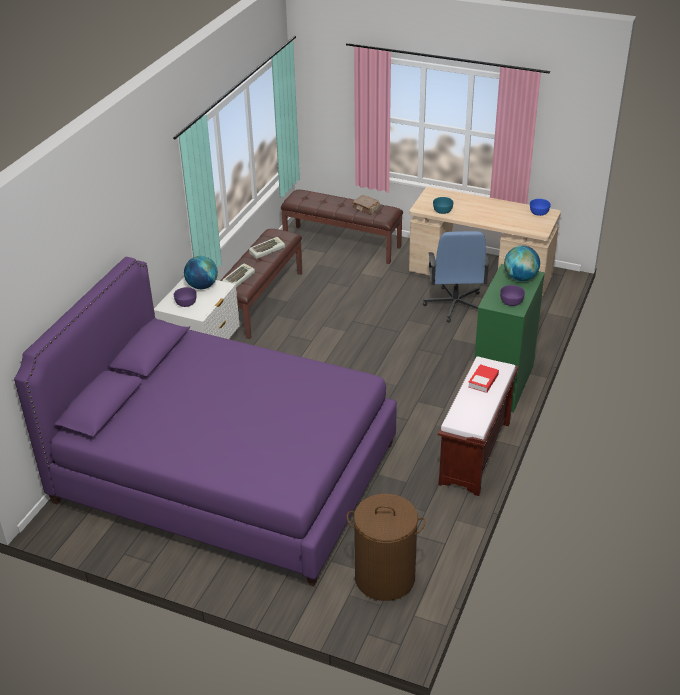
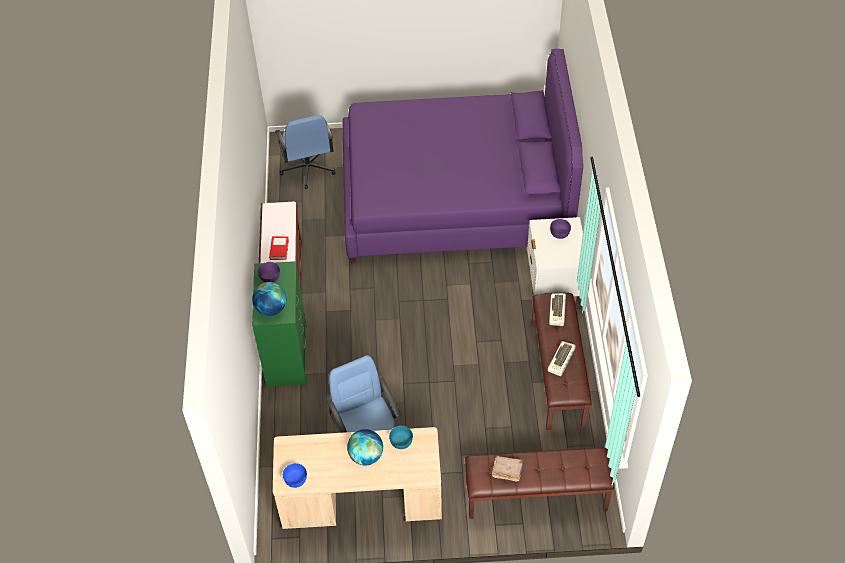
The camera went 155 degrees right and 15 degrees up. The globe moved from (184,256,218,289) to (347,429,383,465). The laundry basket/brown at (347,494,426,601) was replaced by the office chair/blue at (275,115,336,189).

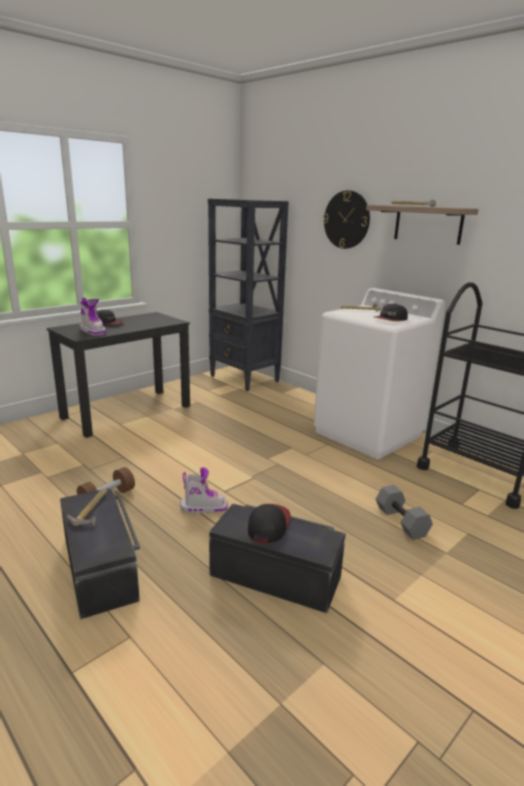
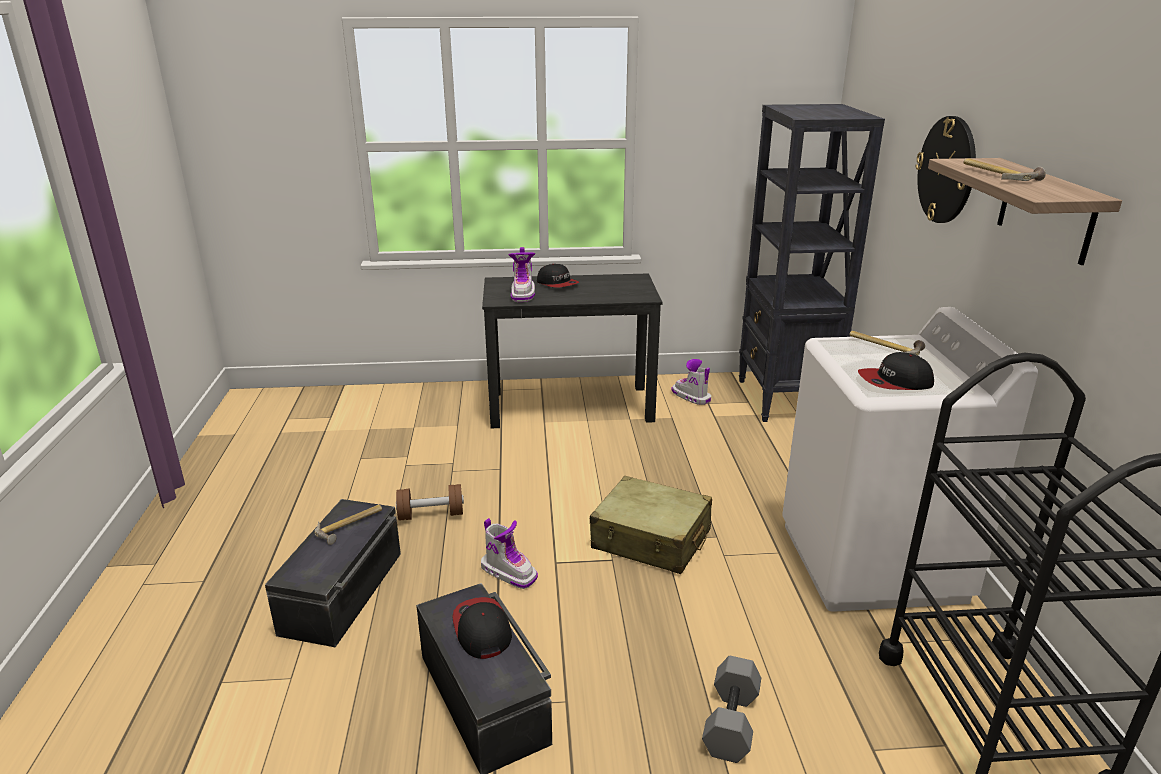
The camera went 40 degrees right and 5 degrees up. The cap at (248,504,291,543) turned 75 degrees counterclockwise. The boot at (671,359,711,405) appeared. The suitcase/beige at (590,476,712,574) appeared.

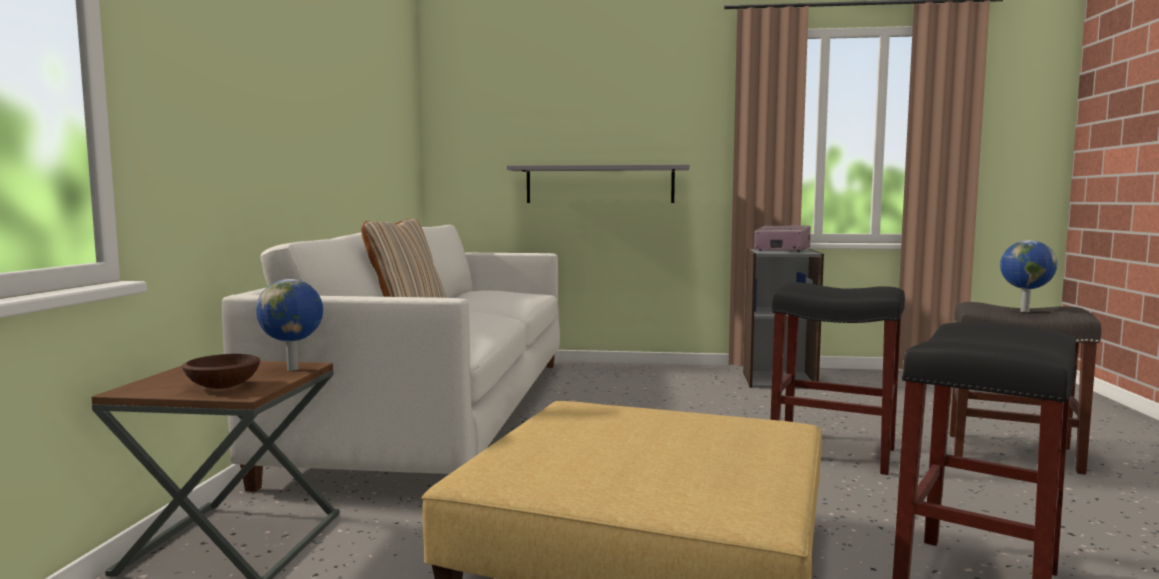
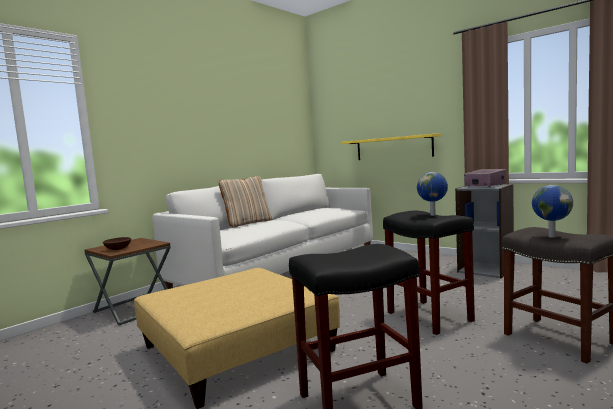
The camera went 35 degrees right and 0 degrees up. The shelf/grey at (507,164,690,203) became the shelf/yellow at (341,134,441,160). The globe moved from (256,279,323,371) to (417,172,448,216).

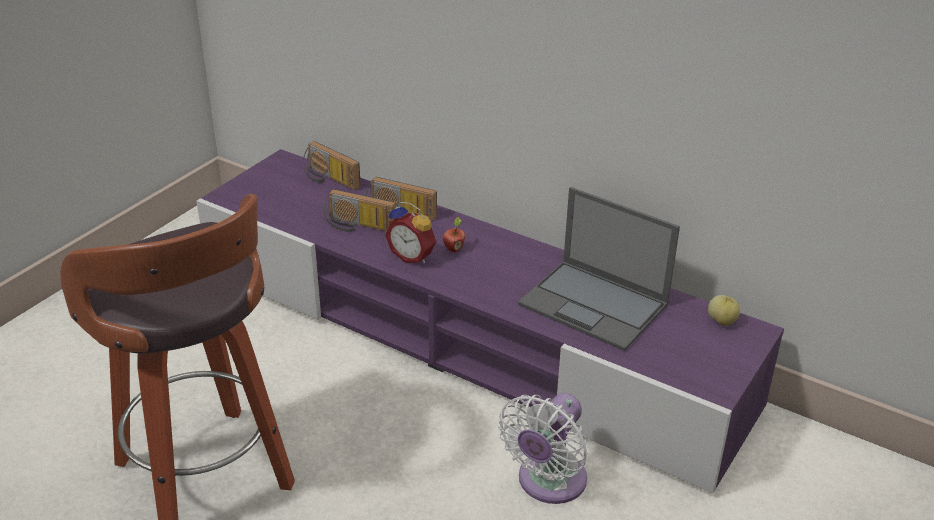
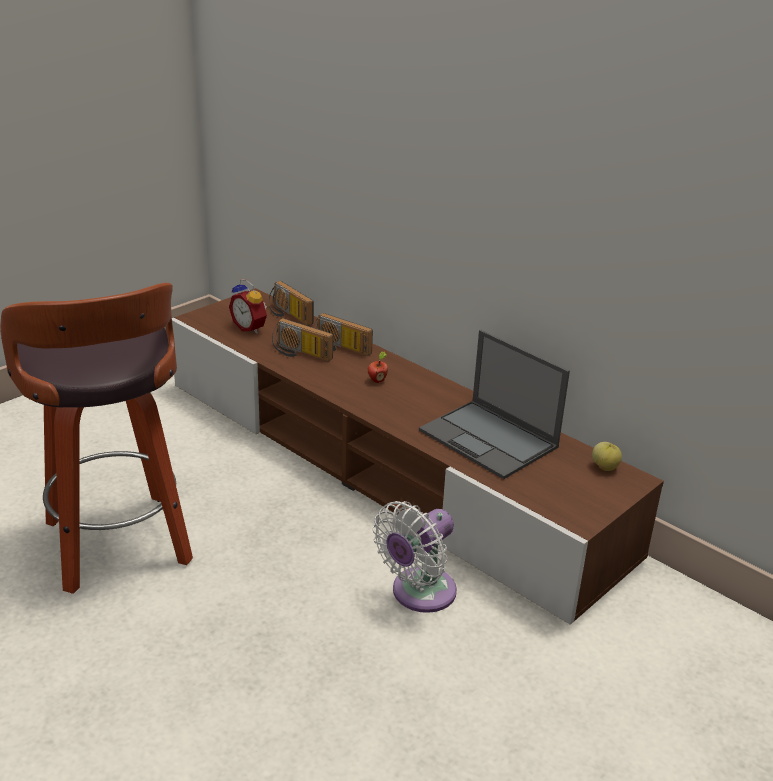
The camera went 10 degrees right and 5 degrees down. The tv stand/purple at (197,149,784,494) became the tv stand/brown at (172,288,664,625). The alarm clock moved from (385,202,436,264) to (229,279,267,334).

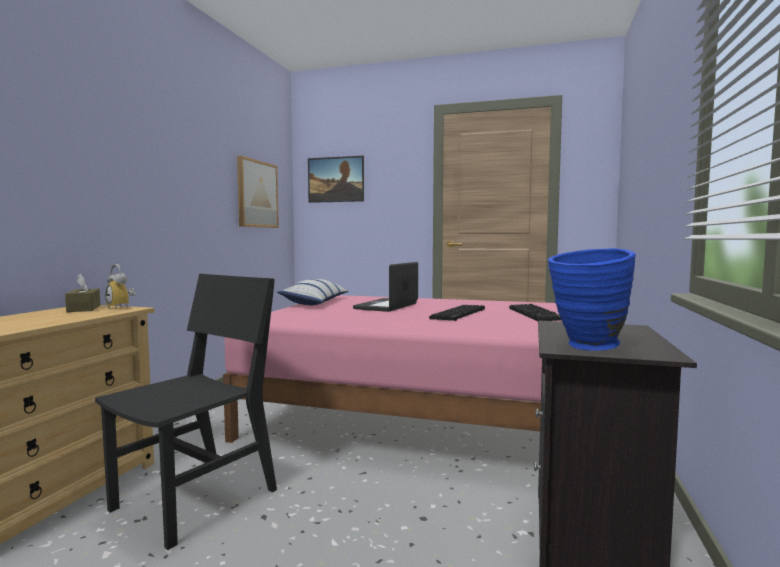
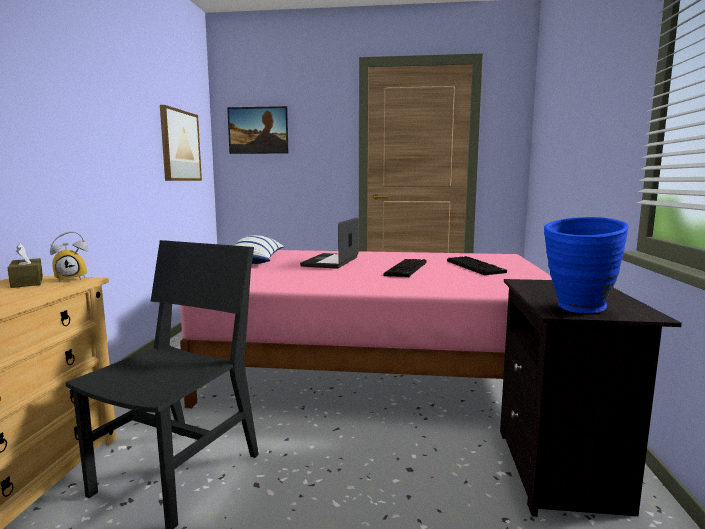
The camera went 10 degrees left and 5 degrees up. The alarm clock at (105,264,136,309) turned 60 degrees counterclockwise.

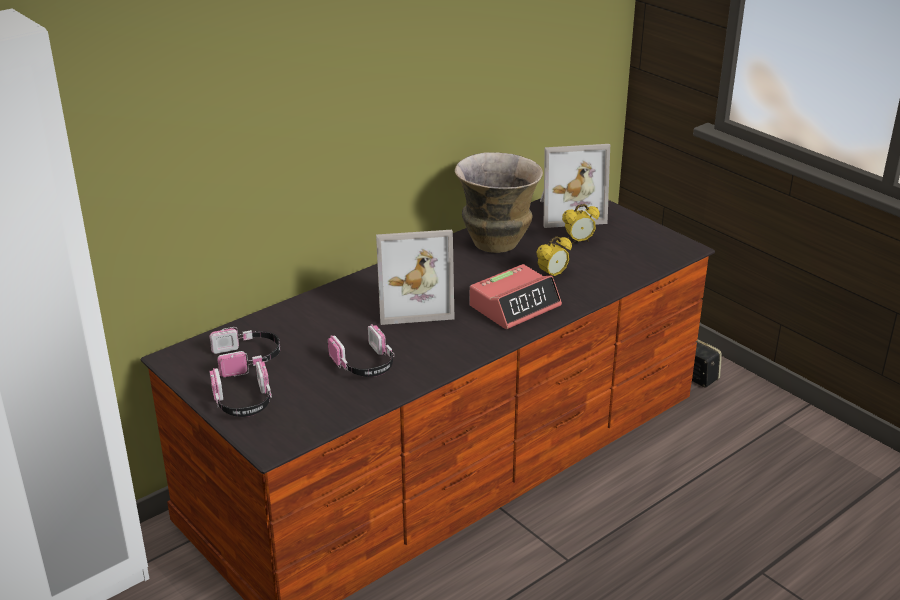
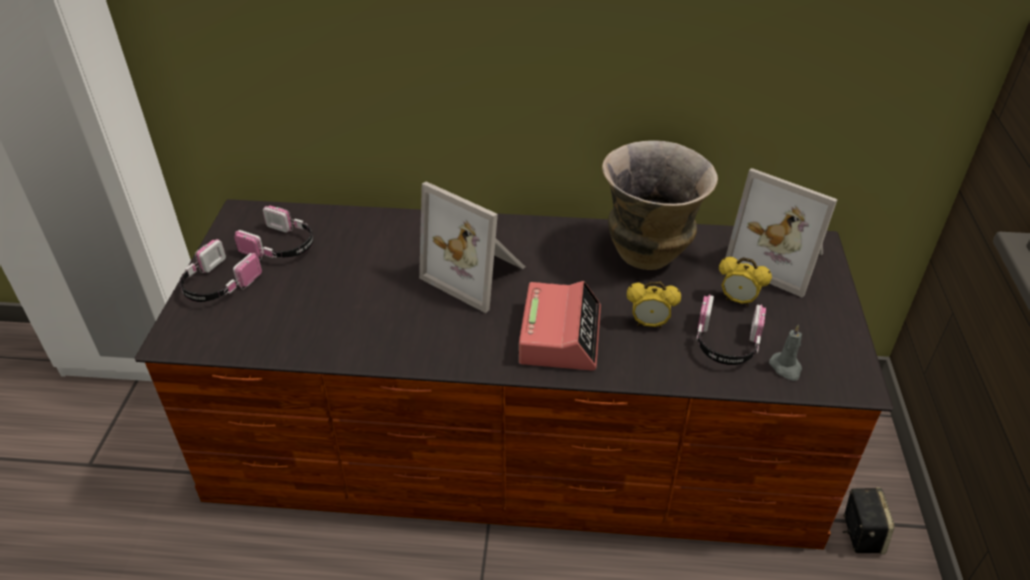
The camera went 45 degrees right and 10 degrees up. The alarm clock at (469,264,562,329) turned 90 degrees counterclockwise. The headphones moved from (328,324,394,377) to (696,294,766,365). The candle/grey at (769,325,802,381) appeared.

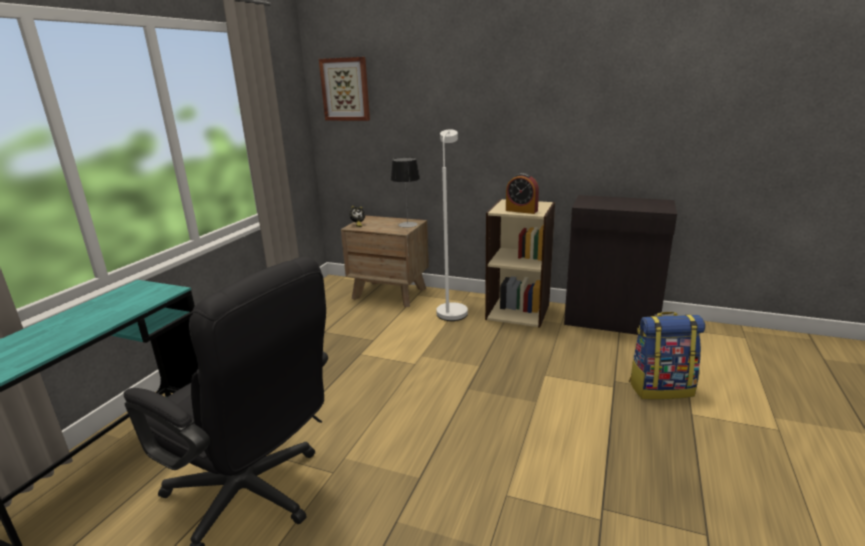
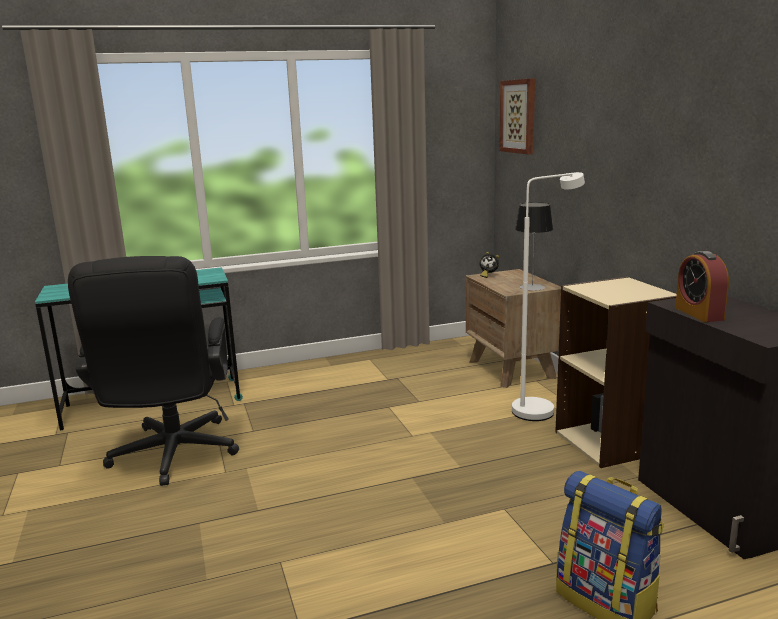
The camera went 50 degrees right and 5 degrees down. The alarm clock moved from (506,173,539,214) to (675,251,729,322).

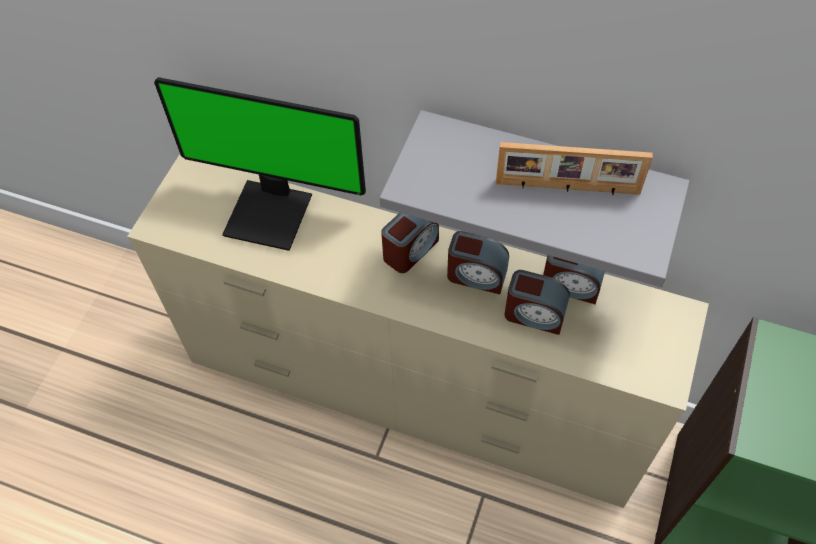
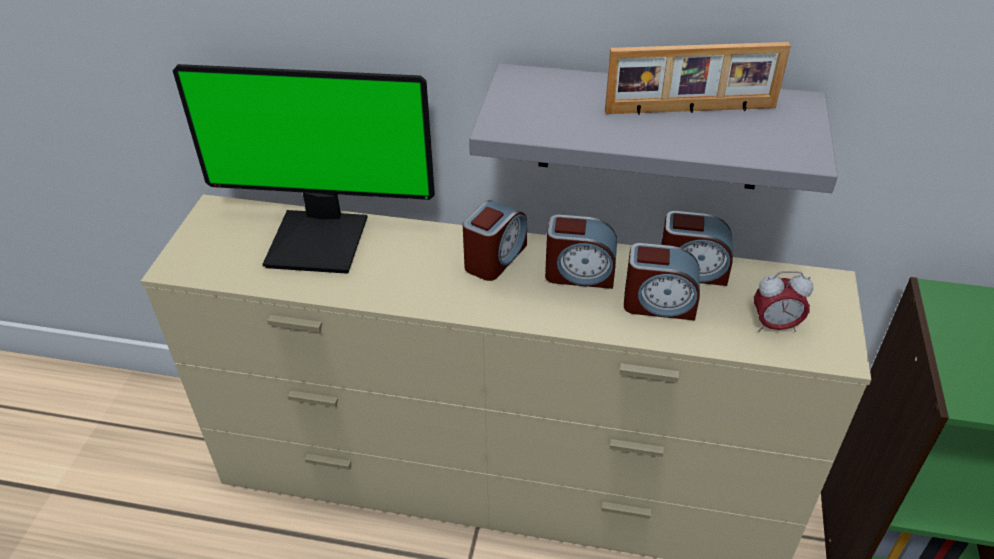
The camera went 10 degrees left and 15 degrees down. The alarm clock at (754,271,813,332) appeared.

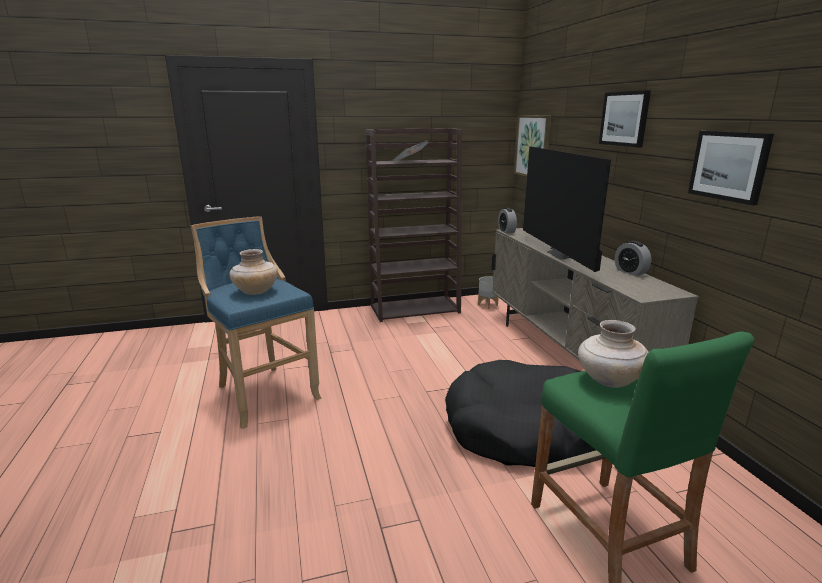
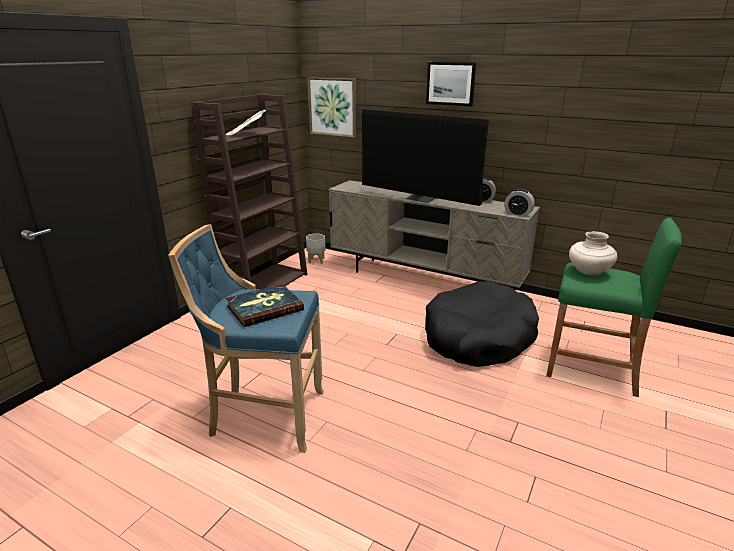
The camera went 45 degrees left and 5 degrees up. The picture at (688,131,774,205) disappeared. The alarm clock moved from (498,208,517,234) to (504,189,535,217). The vase/beige at (230,249,278,295) was replaced by the book at (226,284,304,327).

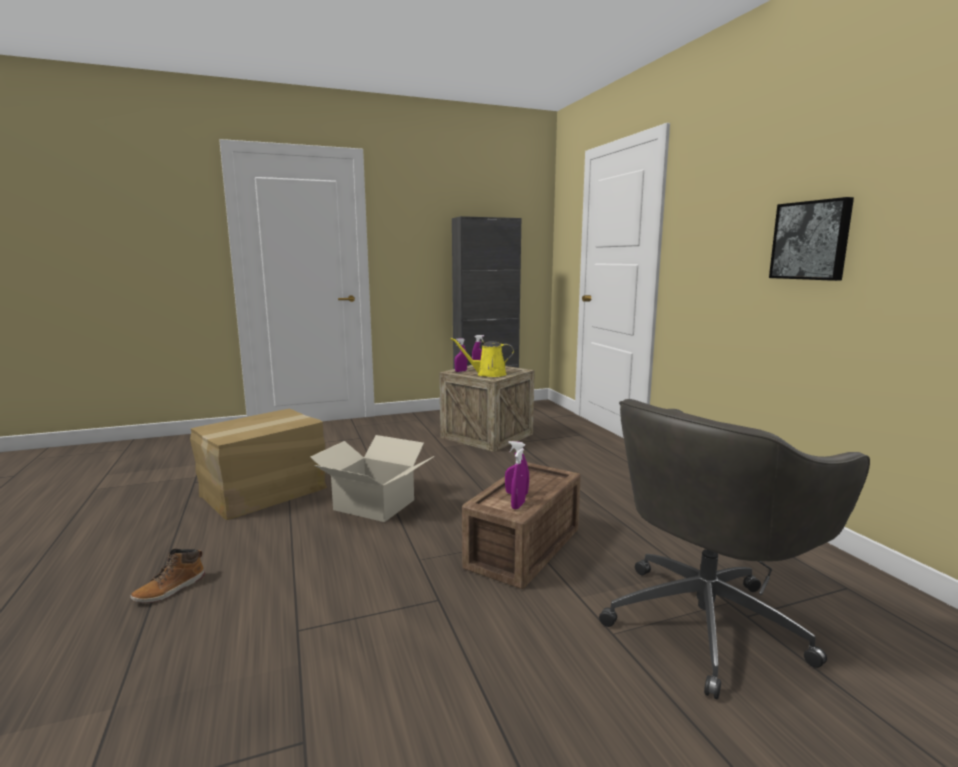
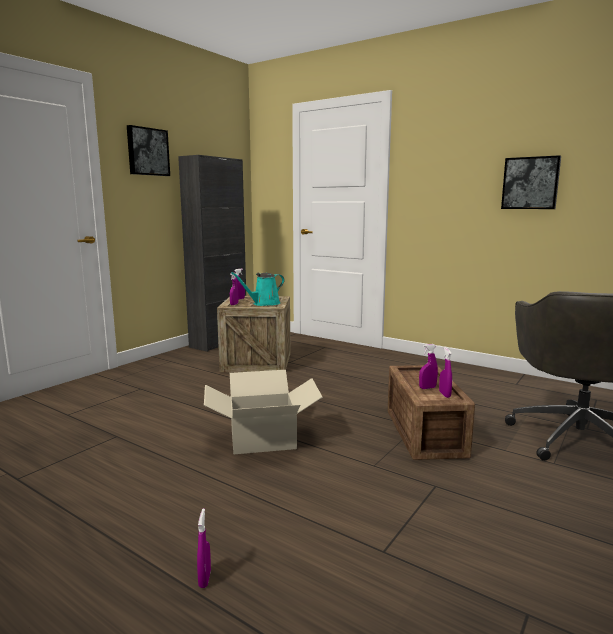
The camera went 35 degrees left and 0 degrees up. The watering can/yellow at (450,338,514,377) became the watering can/turquoise at (231,272,285,306). The cardboard box at (190,409,327,520) disappeared. The boot at (130,549,205,603) was replaced by the spray bottle/purple at (197,509,211,588). The picture at (127,125,170,176) appeared.

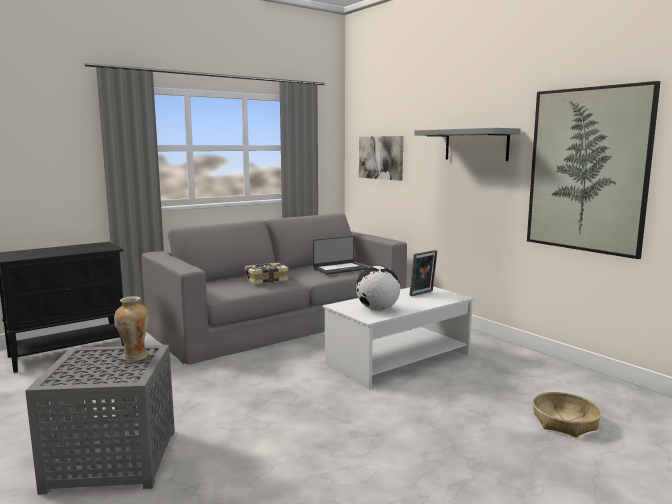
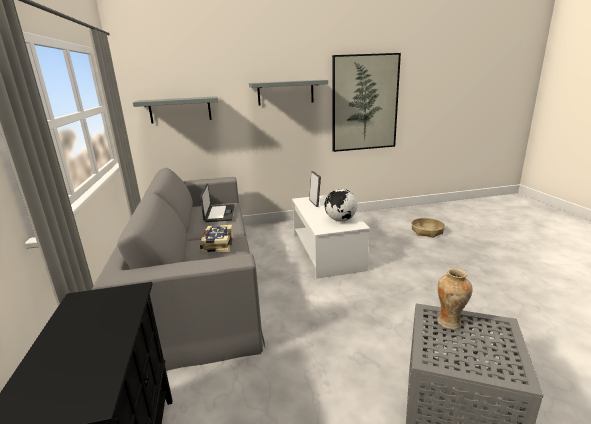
The camera went 65 degrees left and 10 degrees up. The picture at (359,136,403,181) was replaced by the shelf/grey at (133,96,218,123).

